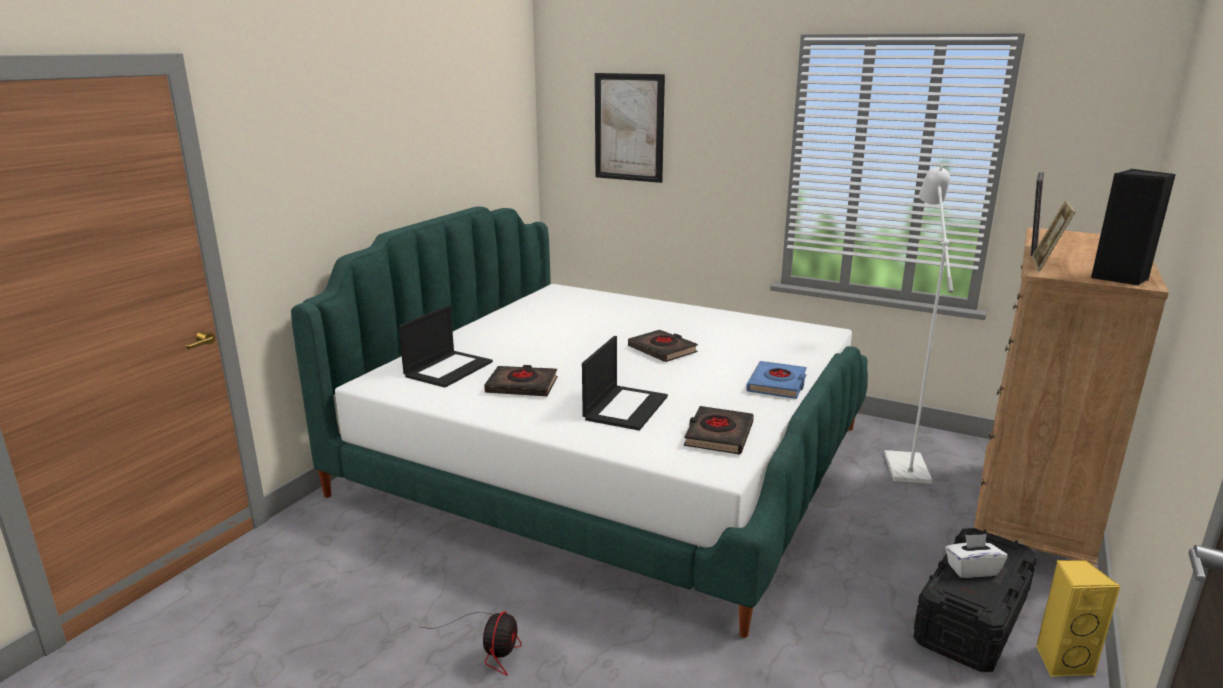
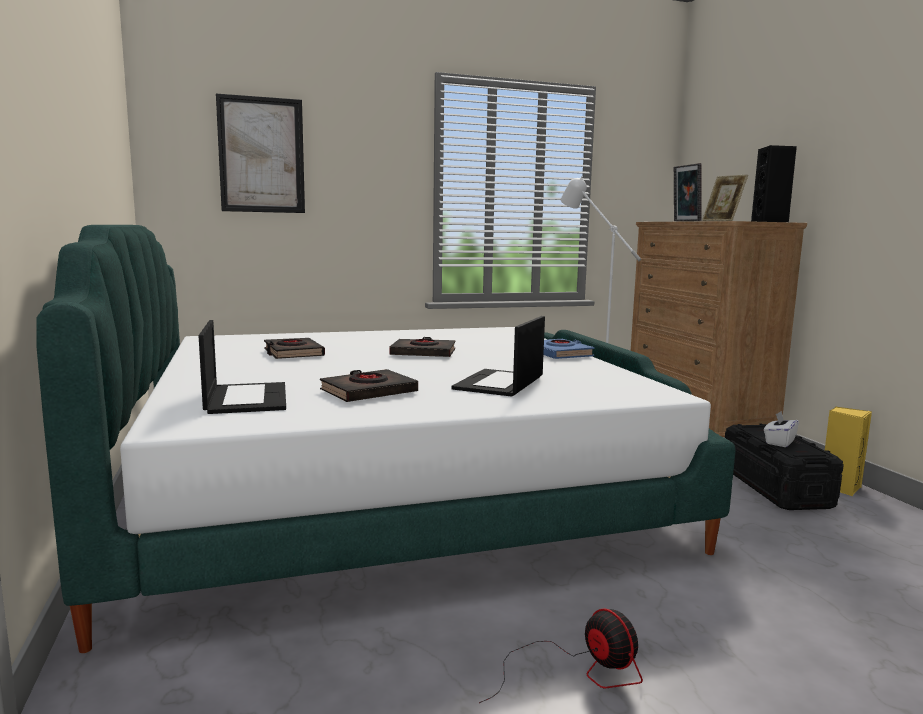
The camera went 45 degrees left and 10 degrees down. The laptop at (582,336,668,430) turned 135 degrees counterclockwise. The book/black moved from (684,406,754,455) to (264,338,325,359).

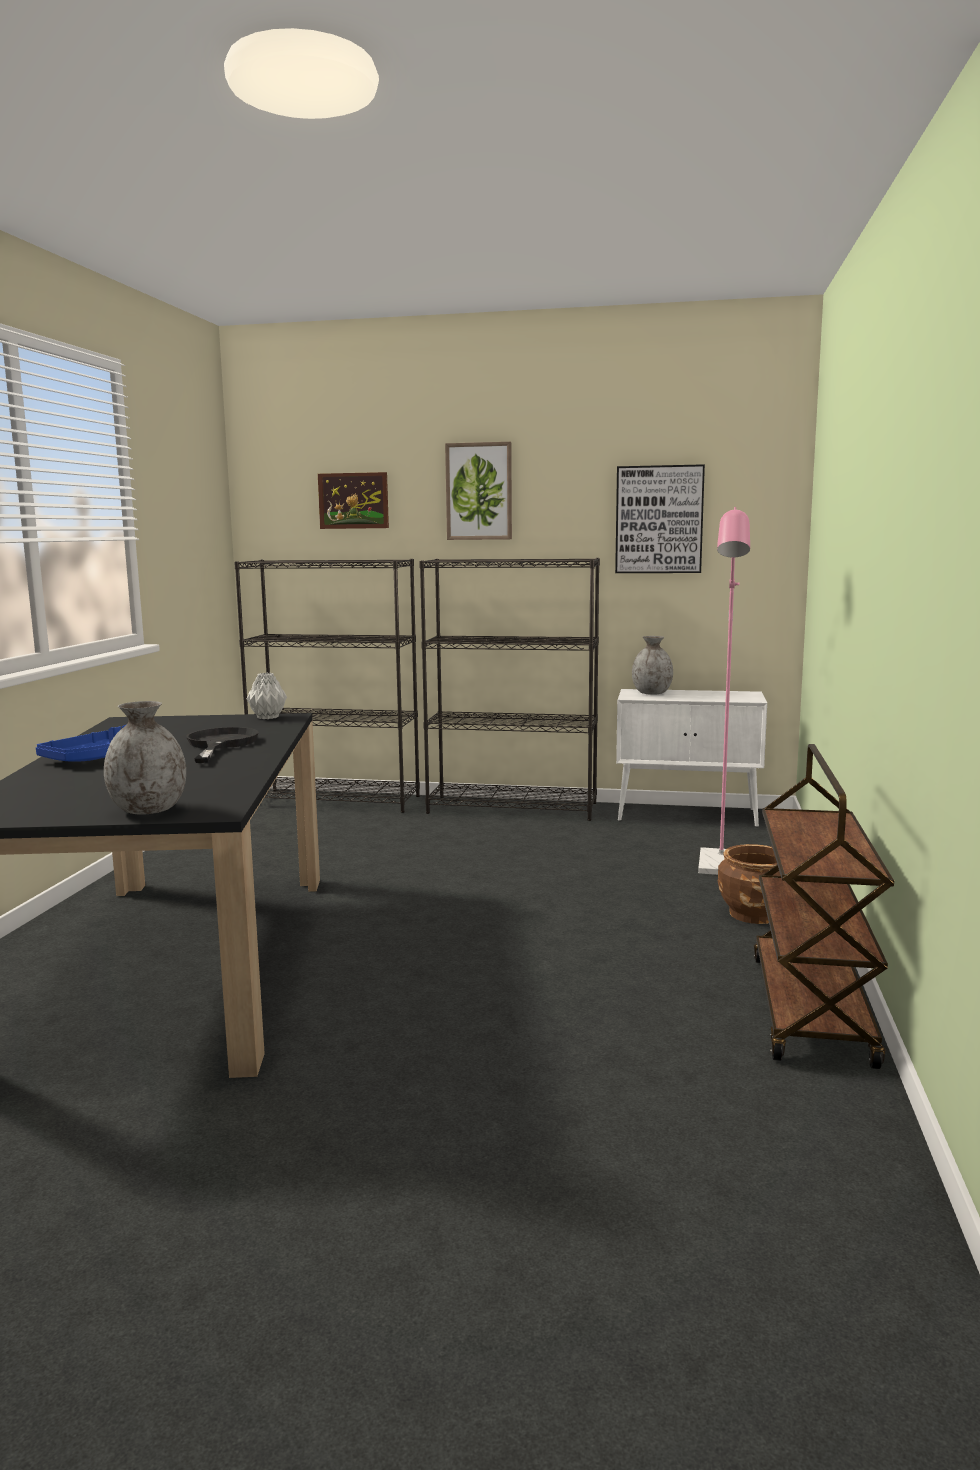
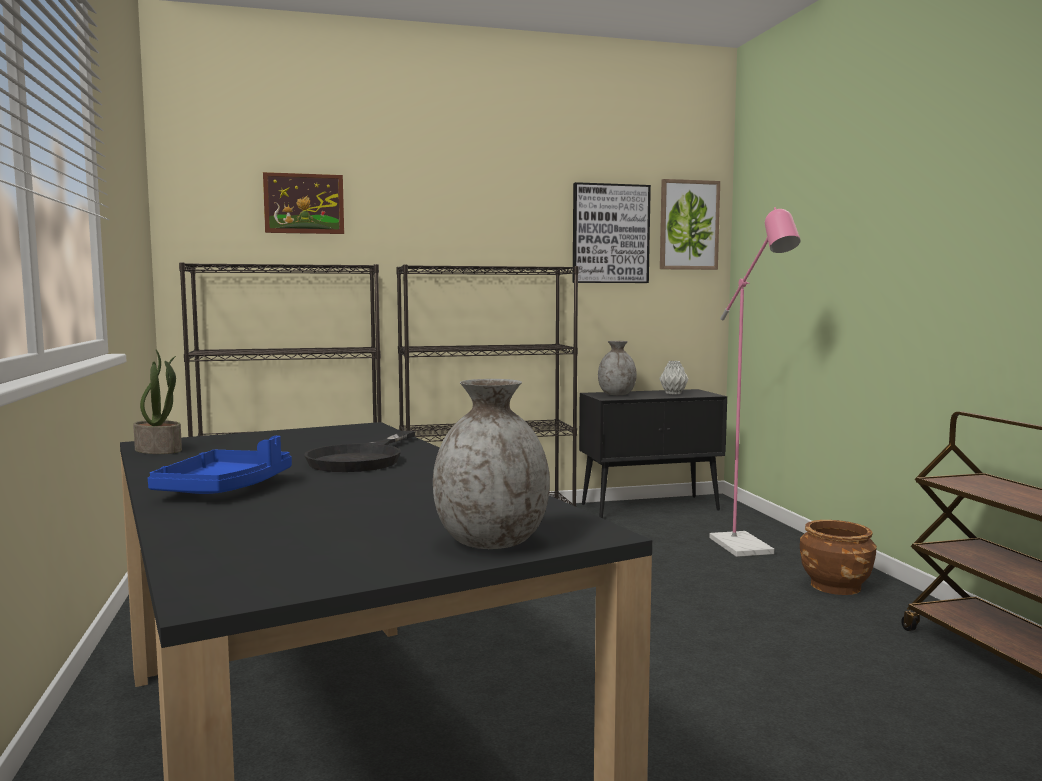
The camera went 25 degrees left and 5 degrees down. The picture moved from (445,442,512,540) to (660,179,720,270). The vase/grey moved from (247,673,287,719) to (659,361,688,394). The cabinet/white at (616,689,767,827) became the cabinet/black at (579,389,727,518). The frying pan/black at (186,727,258,763) turned 135 degrees counterclockwise. The potted plant at (133,350,182,454) appeared.

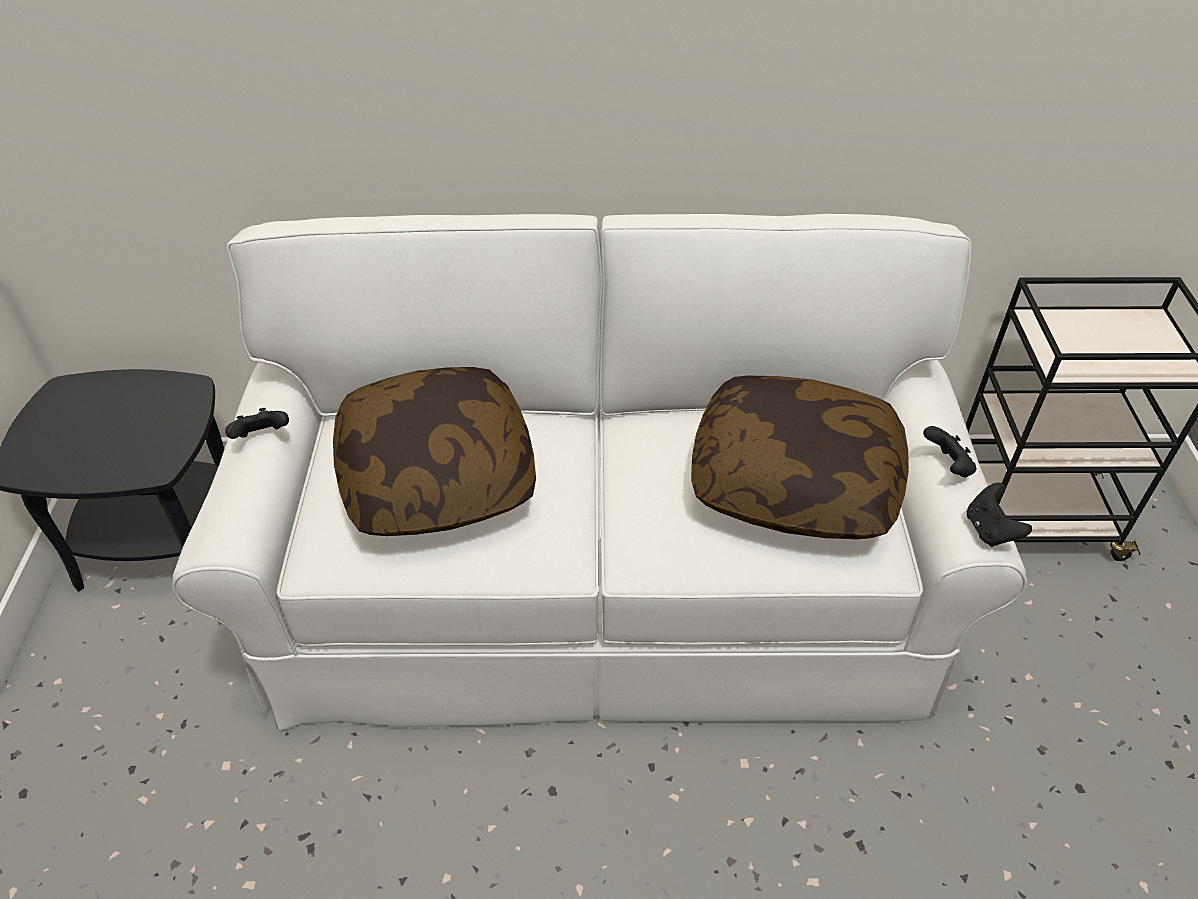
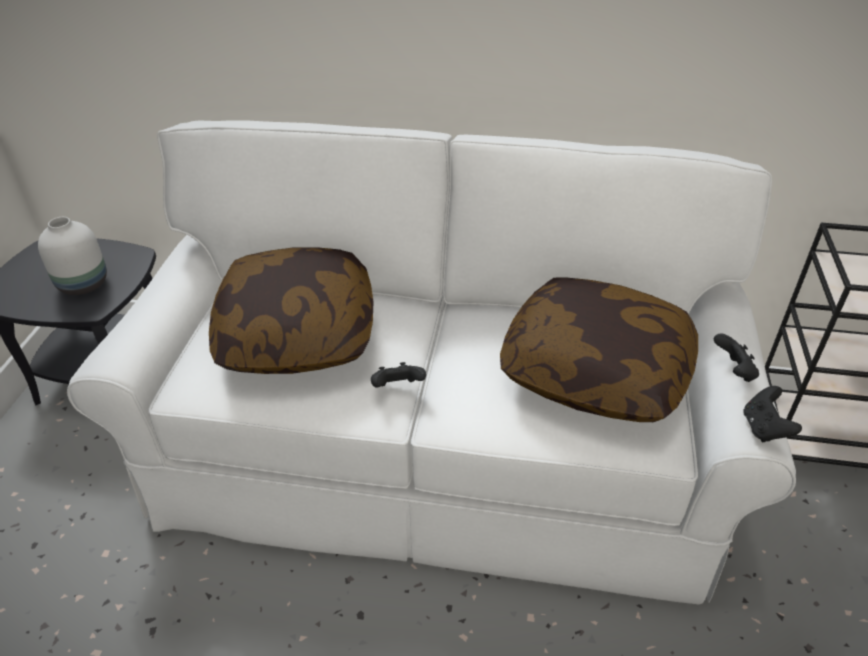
The camera went 10 degrees right and 5 degrees down. The game controller/black moved from (225,408,289,439) to (371,362,426,388). The vase/white at (38,217,107,295) appeared.

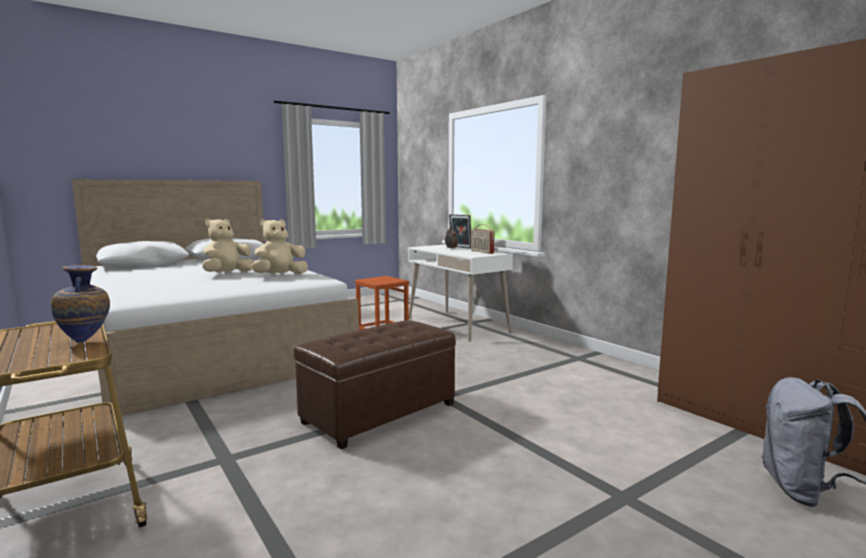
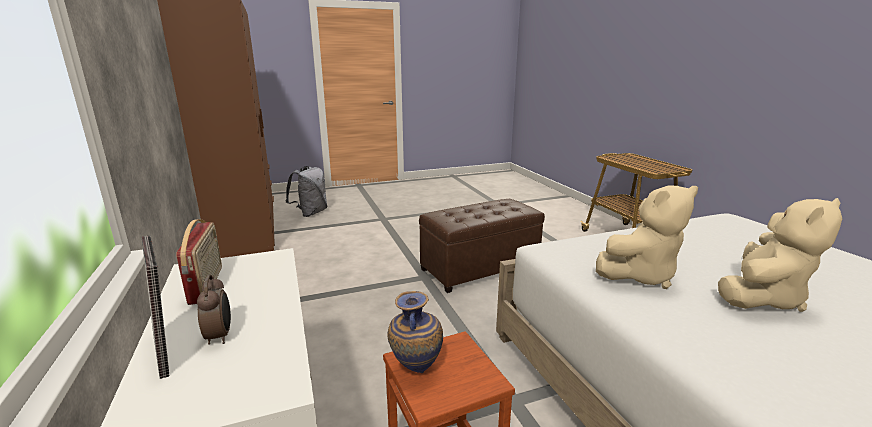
The camera went 165 degrees left and 10 degrees up. The vase moved from (51,265,110,343) to (387,291,443,373).

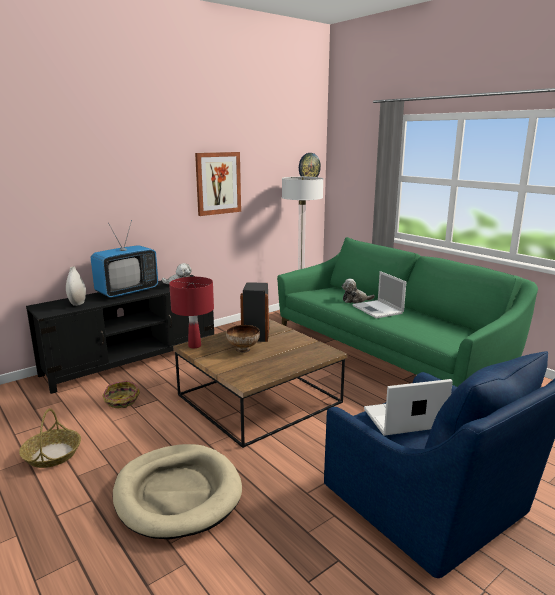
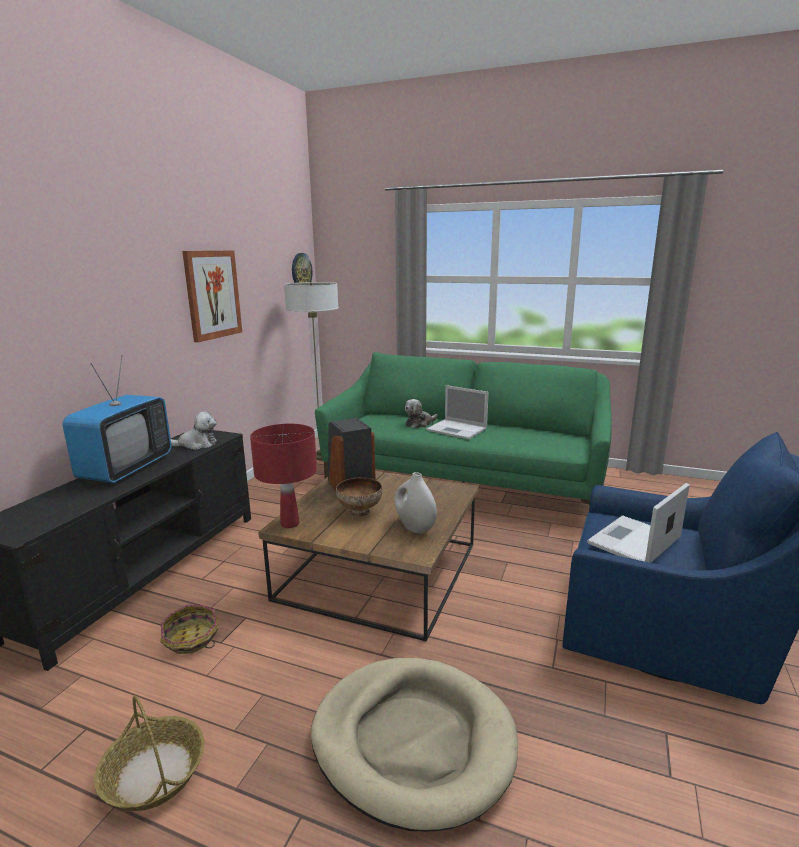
The camera went 30 degrees left and 0 degrees up. The vase/white moved from (66,266,86,306) to (394,472,437,533).

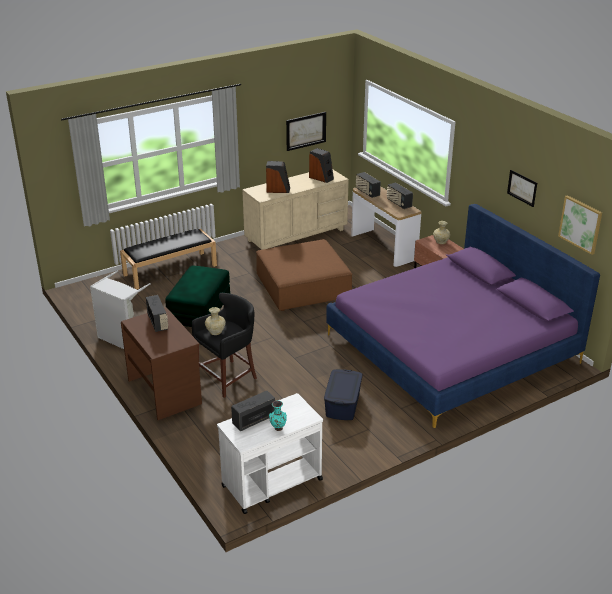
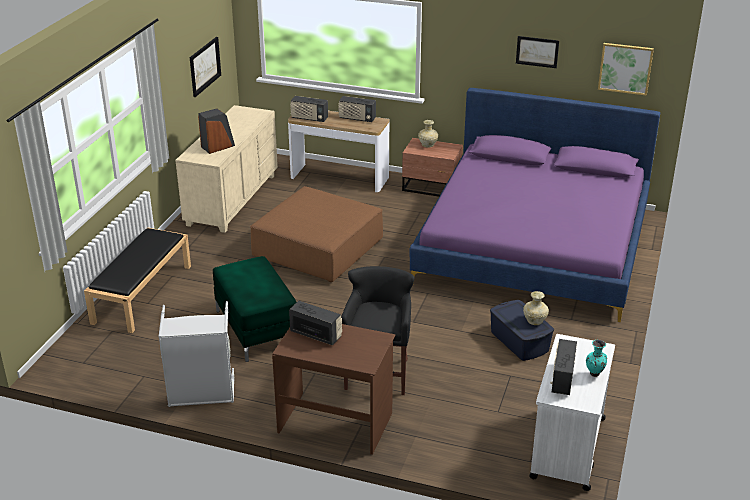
The camera went 40 degrees left and 0 degrees up. The speaker at (309,148,334,183) disappeared. The vase/beige moved from (205,307,226,335) to (523,291,549,325).

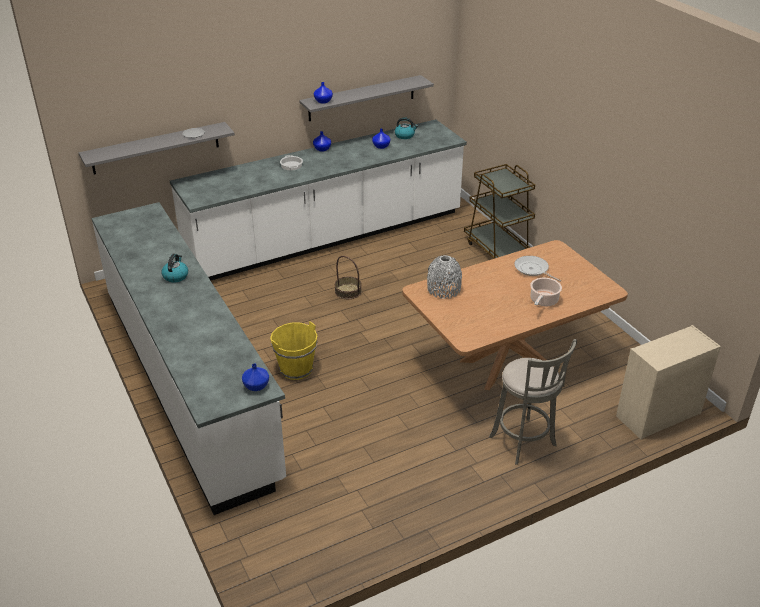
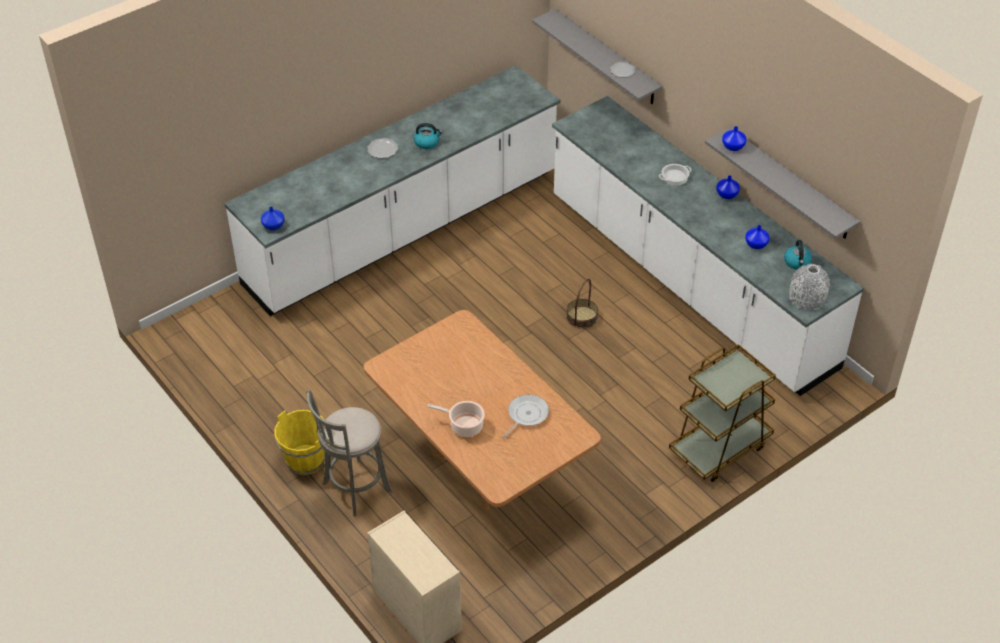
The camera went 80 degrees right and 10 degrees up. The vase/grey moved from (427,255,462,299) to (789,264,830,311). The bucket/yellow moved from (270,321,318,380) to (274,410,325,475). The plate at (367,138,398,158) appeared.

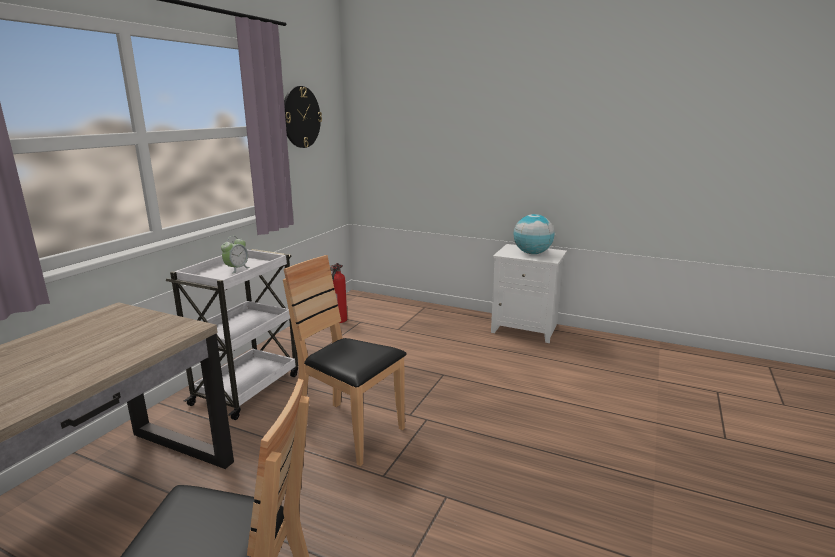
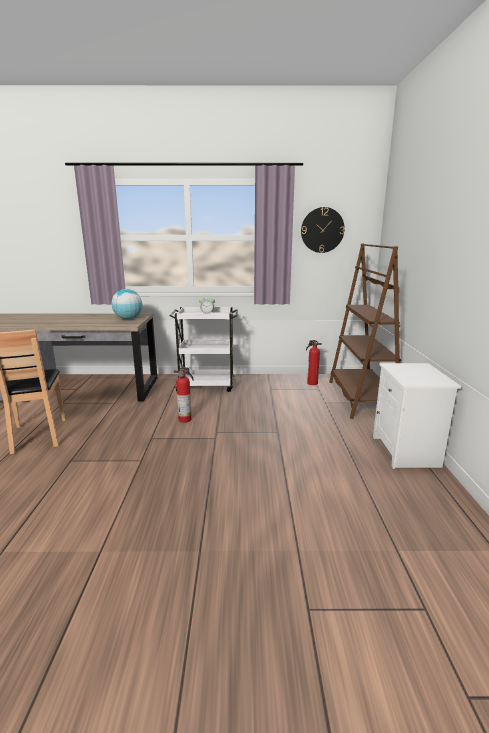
The camera went 65 degrees right and 0 degrees up. The globe moved from (514,214,554,254) to (111,289,142,319). The chair/brown at (283,255,407,466) was replaced by the fire extinguisher at (174,367,193,423). The bookcase/brown at (329,243,401,419) appeared.

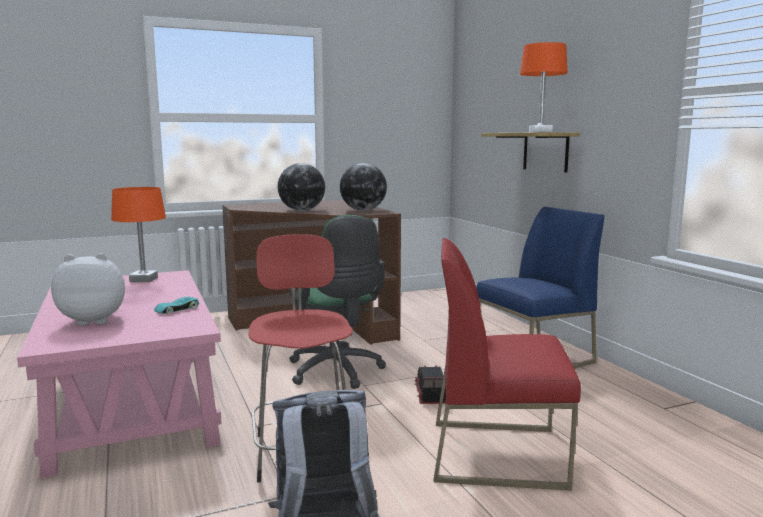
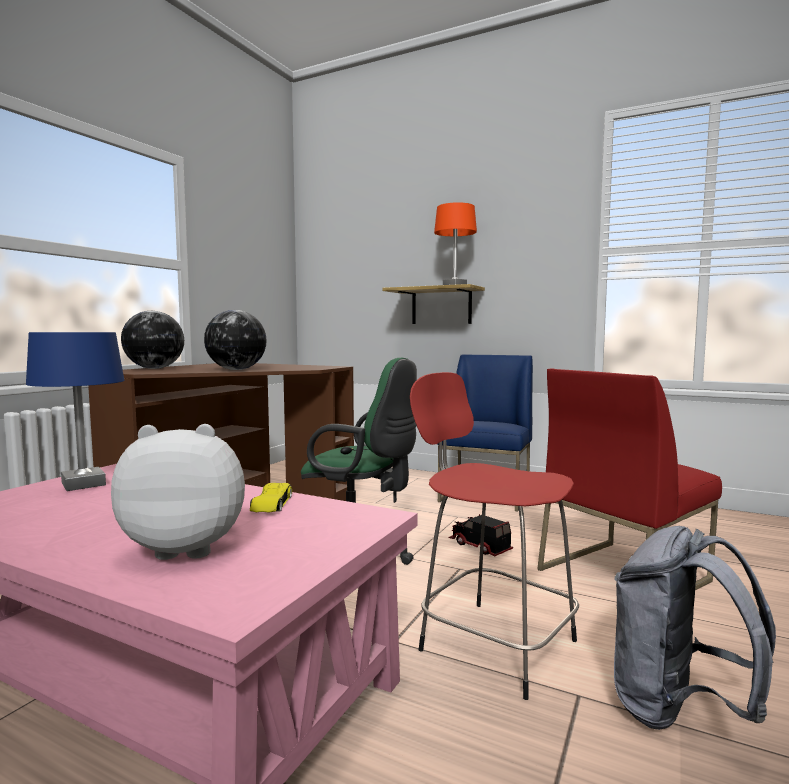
The camera went 40 degrees left and 5 degrees down. The globe moved from (340,163,387,211) to (121,311,184,369). The table lamp/orange at (111,187,166,282) became the table lamp/blue at (26,332,124,491). The plush toy at (51,253,125,326) turned 45 degrees clockwise. The toy car/turquoise at (154,297,199,314) became the toy car/yellow at (250,483,292,513).

